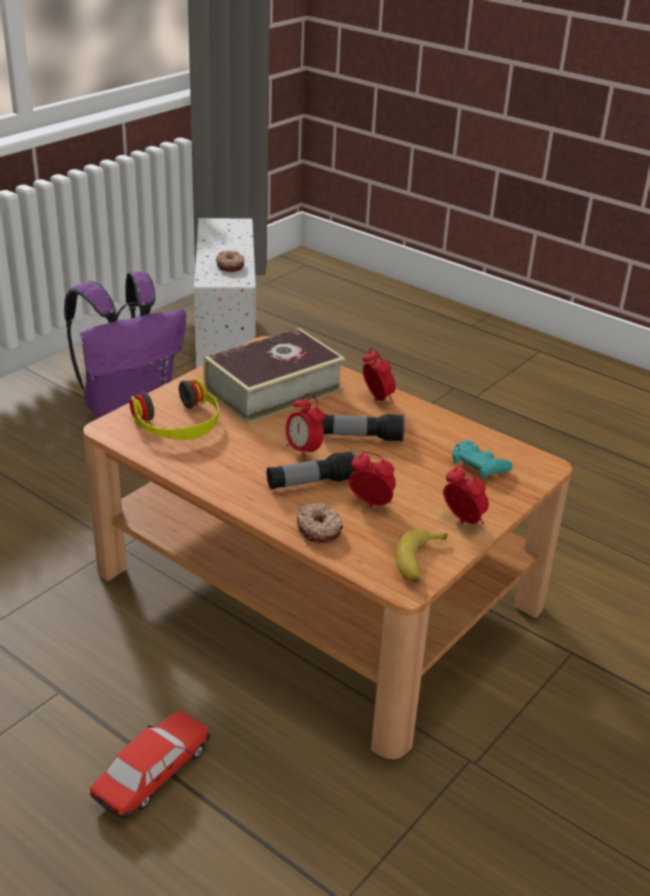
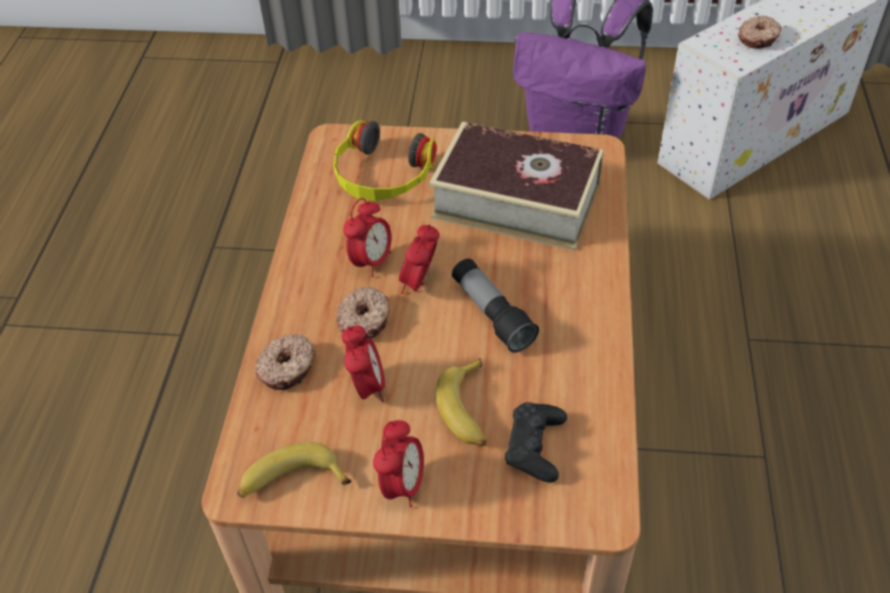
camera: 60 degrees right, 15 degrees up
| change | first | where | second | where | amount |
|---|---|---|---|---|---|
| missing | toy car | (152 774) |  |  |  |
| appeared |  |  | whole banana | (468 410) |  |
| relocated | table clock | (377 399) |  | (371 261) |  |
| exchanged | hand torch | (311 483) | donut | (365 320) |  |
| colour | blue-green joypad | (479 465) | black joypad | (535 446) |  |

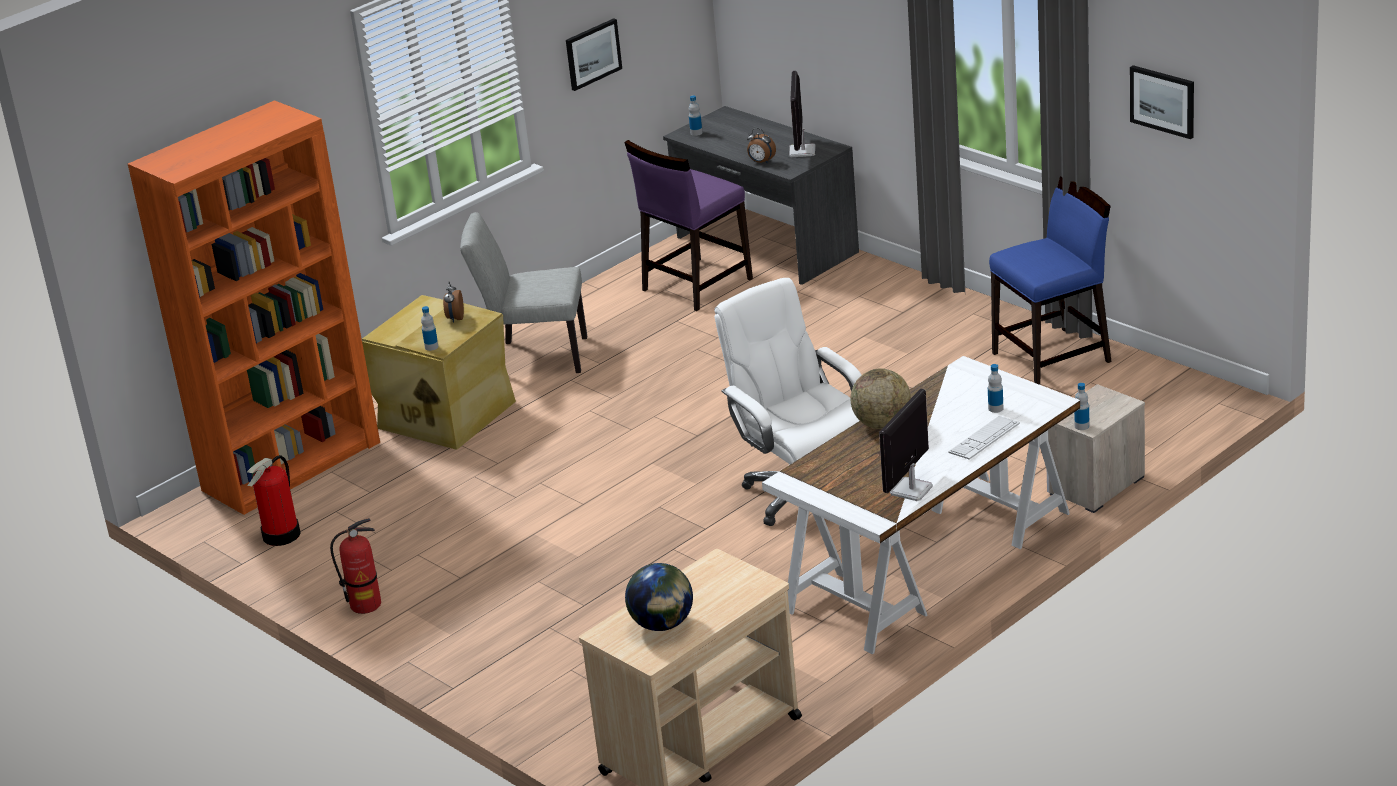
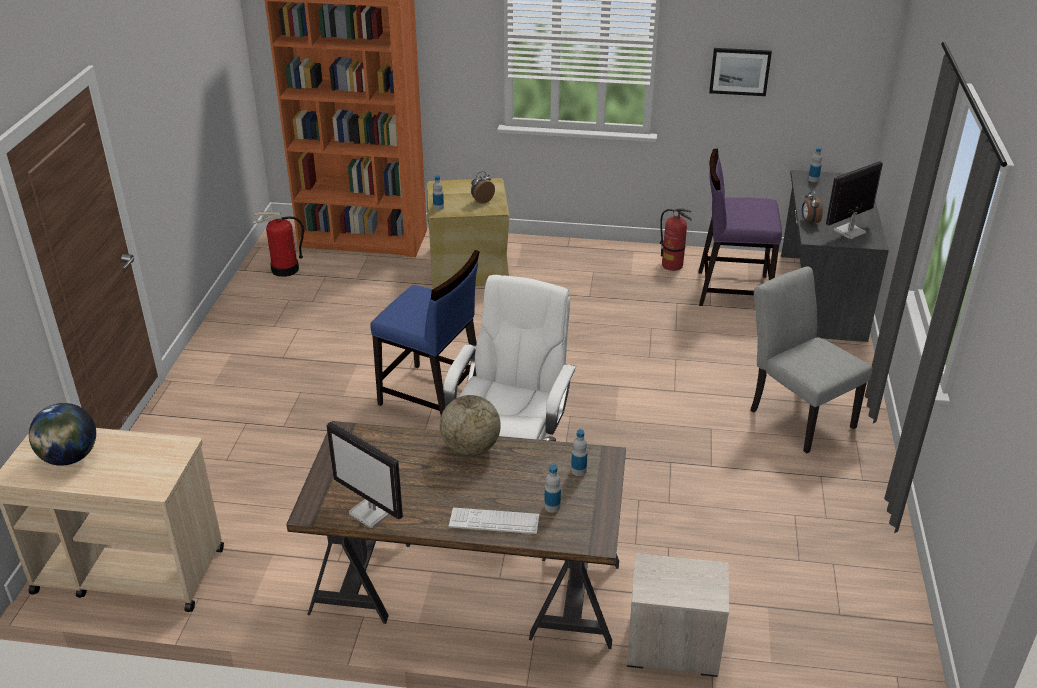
camera: 50 degrees right, 5 degrees up
| change | first | where | second | where | amount |
|---|---|---|---|---|---|
| missing | picture | (1163 101) |  |  |  |
| relocated | fire extinguisher | (366 605) |  | (672 265) |  |
| relocated | grey plain chair | (534 357) |  | (796 415) |  |
| relocated | blue-coloured plain chair | (1053 357) |  | (431 396) |  |
| relocated | beverage bottle | (1082 426) |  | (578 471) |  |
| colour | white desk | (930 562) | brown-coloured desk | (466 588) |  |
| spun | computer screen | (911 490) |  | (372 512) | 135 degrees counterclockwise |

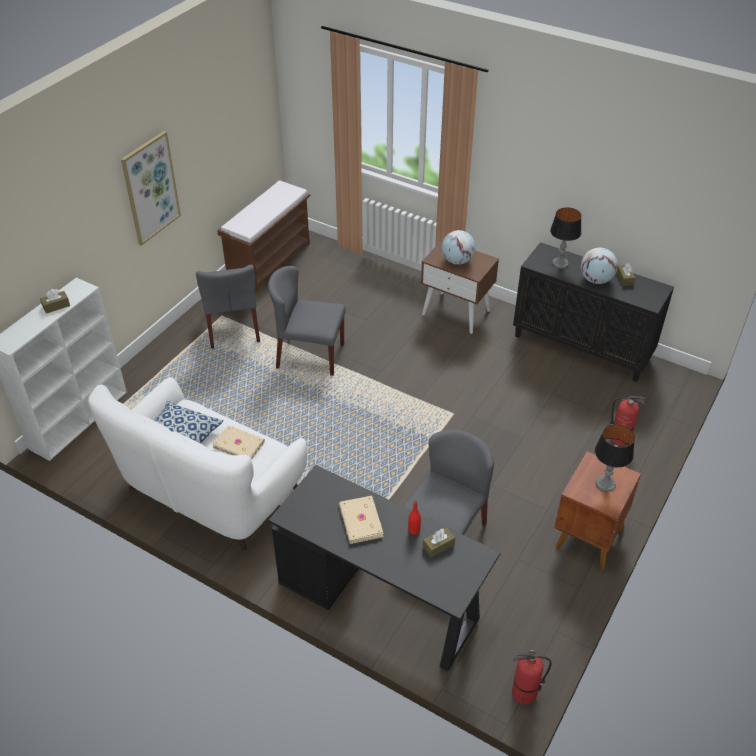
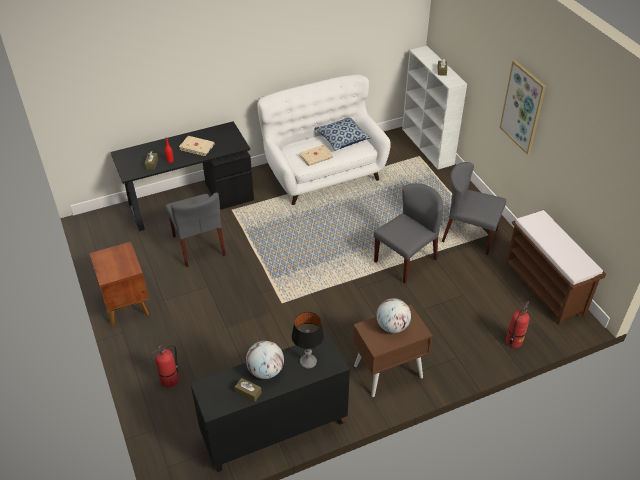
camera: 125 degrees right, 0 degrees up
| change | first | where | second | where | amount |
|---|---|---|---|---|---|
| missing | table lamp | (605 484) |  |  |  |
| relocated | fire extinguisher | (524 693) |  | (513 341) |  |

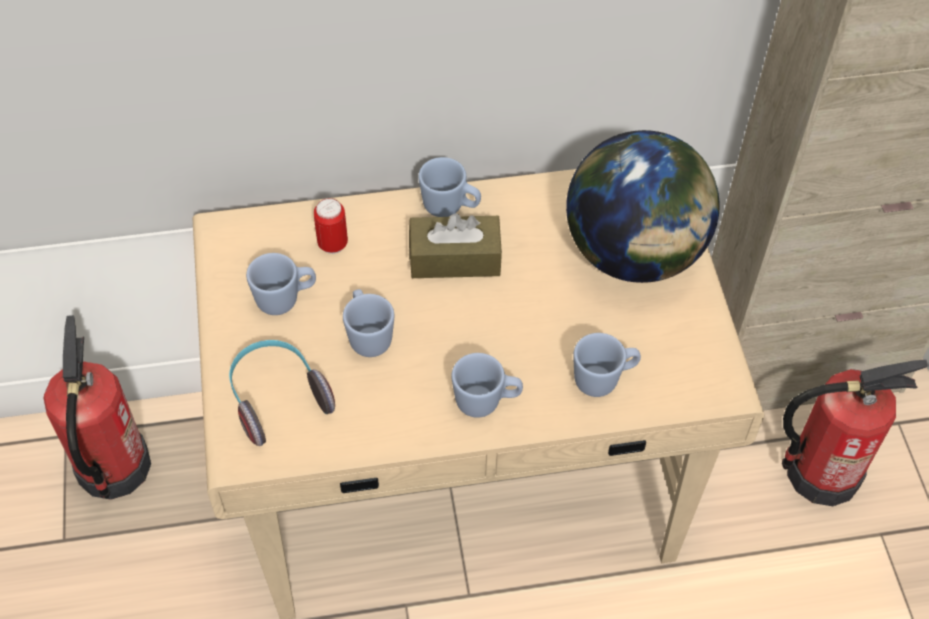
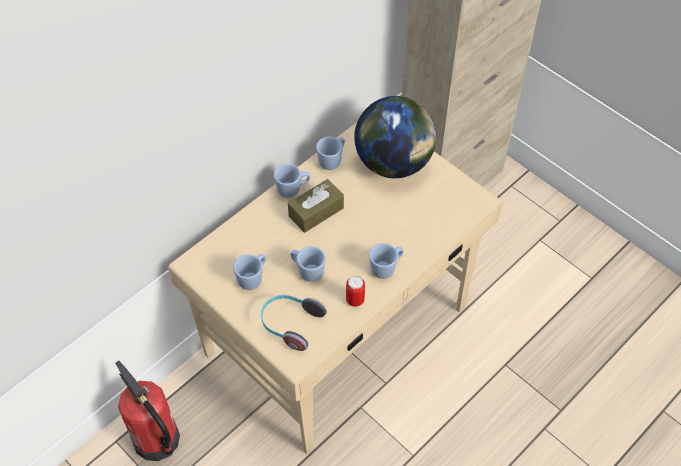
camera: 35 degrees left, 0 degrees up
| change | first | where | second | where | amount |
|---|---|---|---|---|---|
| missing | fire extinguisher | (821 472) |  |  |  |
| relocated | metal can | (333 244) |  | (355 300) |  |
| relocated | blue-coloured tea mug | (603 379) |  | (332 160) |  |

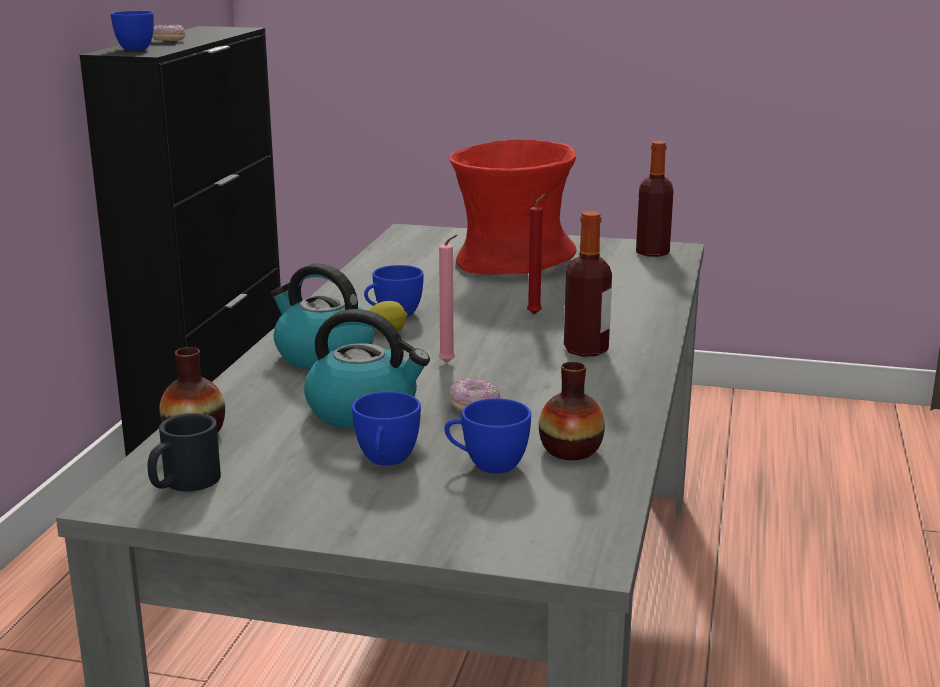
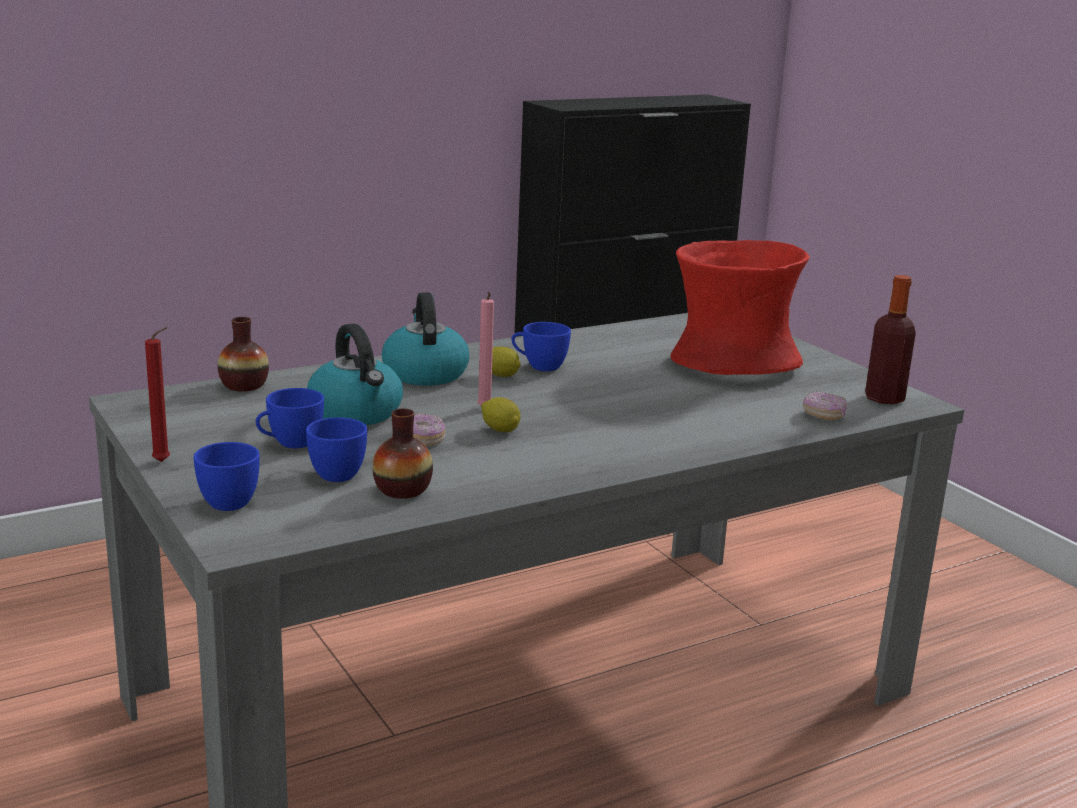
camera: 45 degrees right, 0 degrees up
| change | first | where | second | where | amount |
|---|---|---|---|---|---|
| missing | black tea mug | (183 483) |  |  |  |
| missing | beverage bottle | (586 350) |  |  |  |
| appeared |  |  | citrus fruit | (500 430) |  |
| relocated | blue-coloured small cup | (134 48) |  | (234 500) |  |
| relocated | donut | (168 41) |  | (823 415) |  |
| relocated | red-coloured candle | (536 314) |  | (164 462) |  |

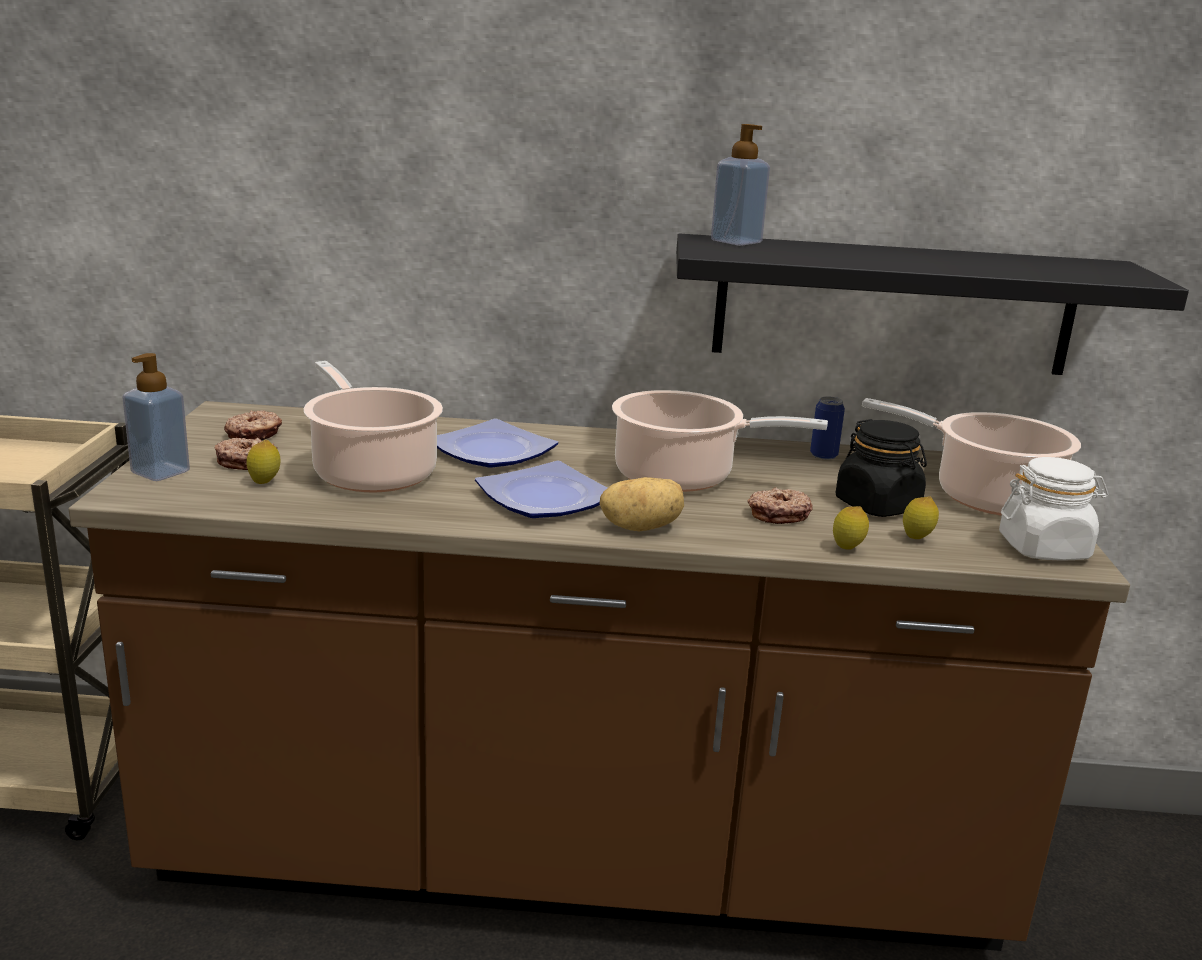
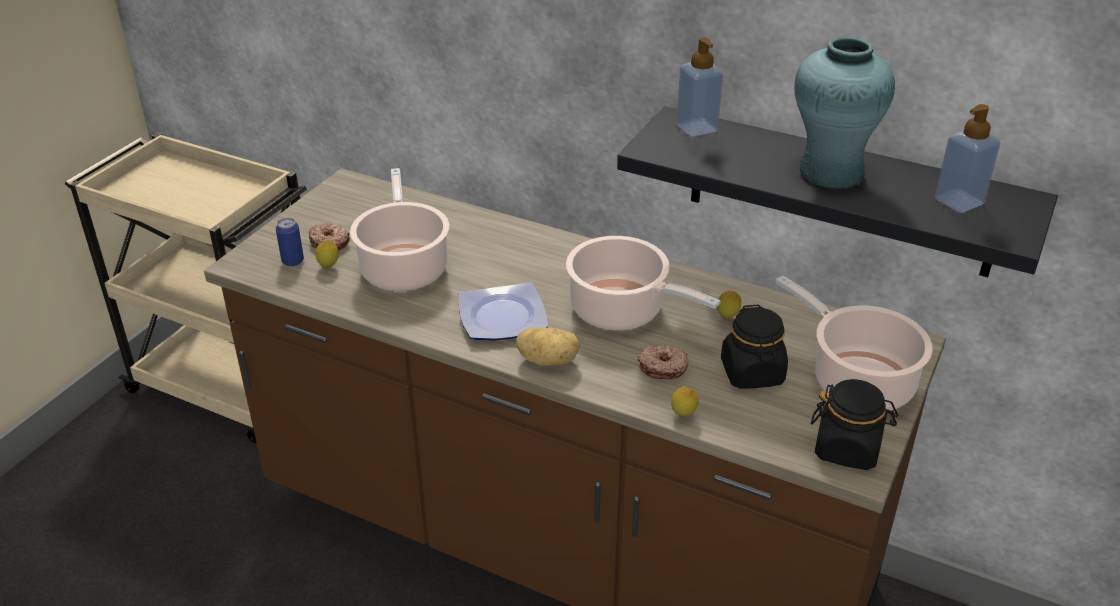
camera: 25 degrees right, 15 degrees up
| change | first | where | second | where | amount |
|---|---|---|---|---|---|
| missing | donut | (254 435) |  |  |  |
| missing | flat dish | (492 453) |  |  |  |
| appeared |  |  | blue-green flower vase | (830 173) |  |
| relocated | liquid soap bottle | (160 472) |  | (959 201) |  |
| relocated | metal can | (823 455) |  | (293 261) |  |
| relocated | citrus fruit | (916 539) |  | (727 318) |  |
| colour | white preserve jar | (1044 548) | black preserve jar | (847 449) |  |

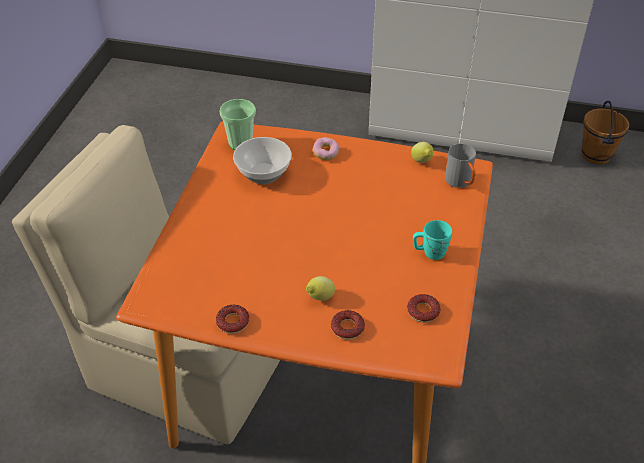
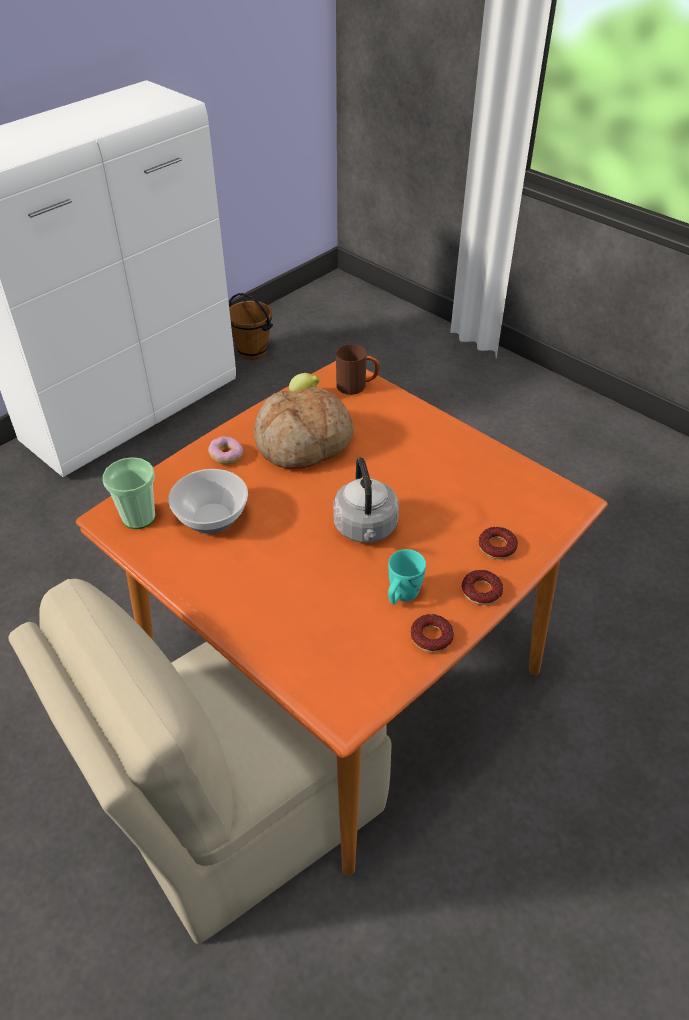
camera: 60 degrees left, 0 degrees up
| change | first | where | second | where | amount |
|---|---|---|---|---|---|
| missing | citrus fruit | (319 298) |  |  |  |
| appeared |  |  | bread | (304 443) |  |
| appeared |  |  | grey water kettle | (366 529) |  |
| relocated | donut | (423 311) |  | (481 591) |  |
| relocated | blue-green tea mug | (429 252) |  | (401 595) |  |
| colour | grey tea mug | (461 183) | brown-coloured tea mug | (357 386) |  |

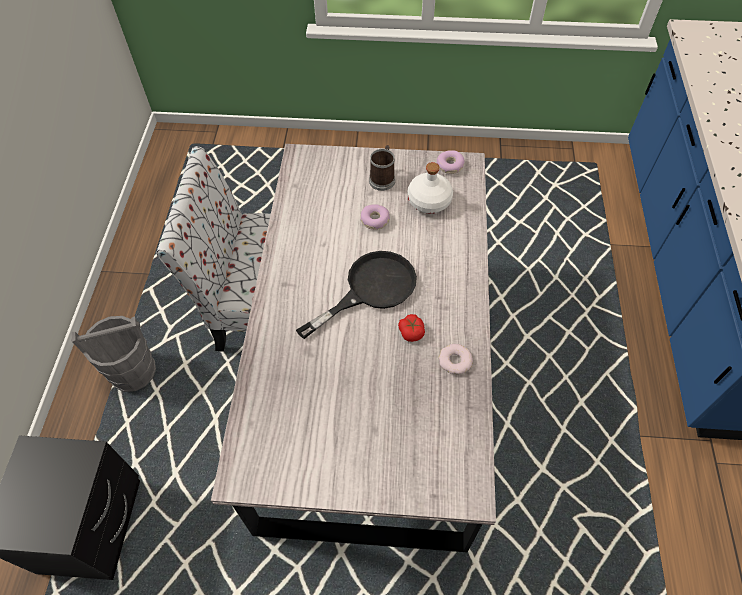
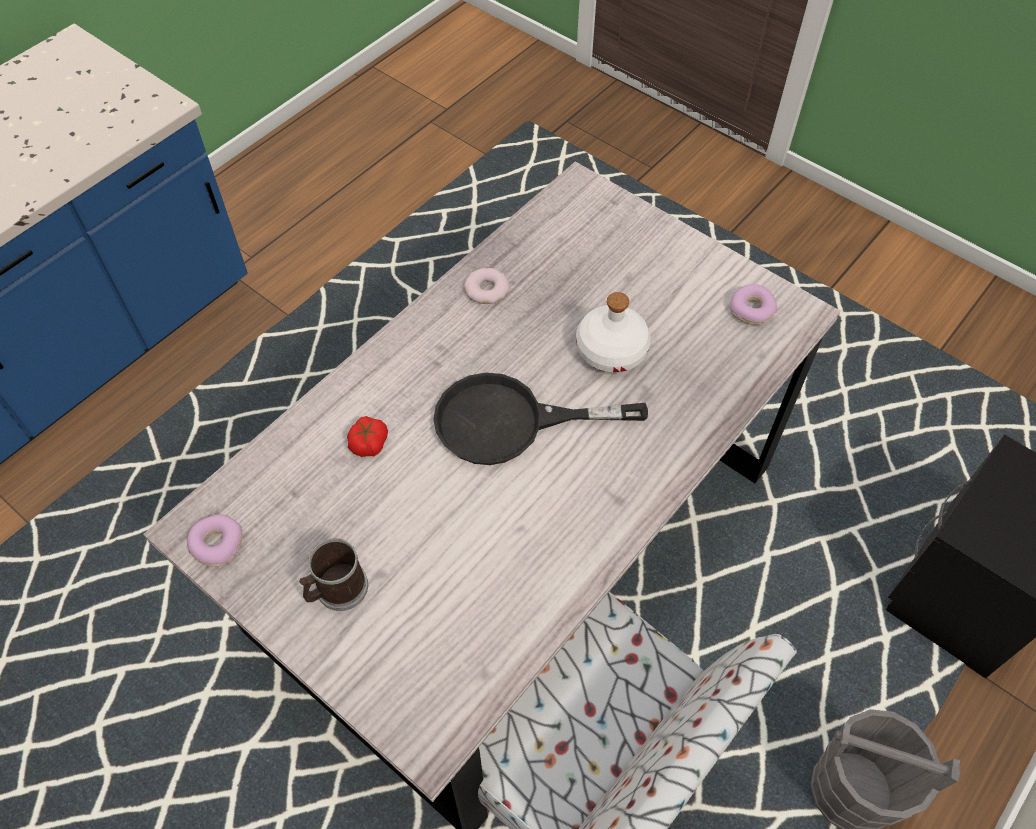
camera: 145 degrees left, 0 degrees up
| change | first | where | second | where | amount |
|---|---|---|---|---|---|
| relocated | donut | (375 220) |  | (752 310) |  |
| relocated | tomato | (411 332) |  | (368 443) |  |
| relocated | white beverage bottle | (428 201) |  | (612 351) |  |

